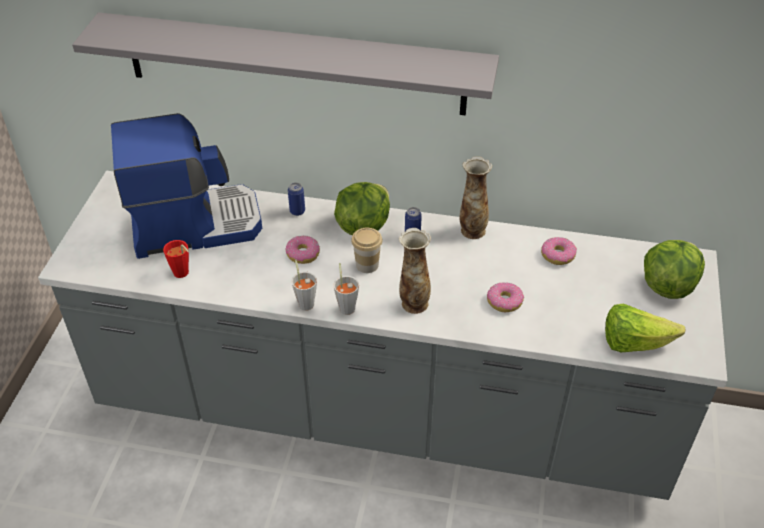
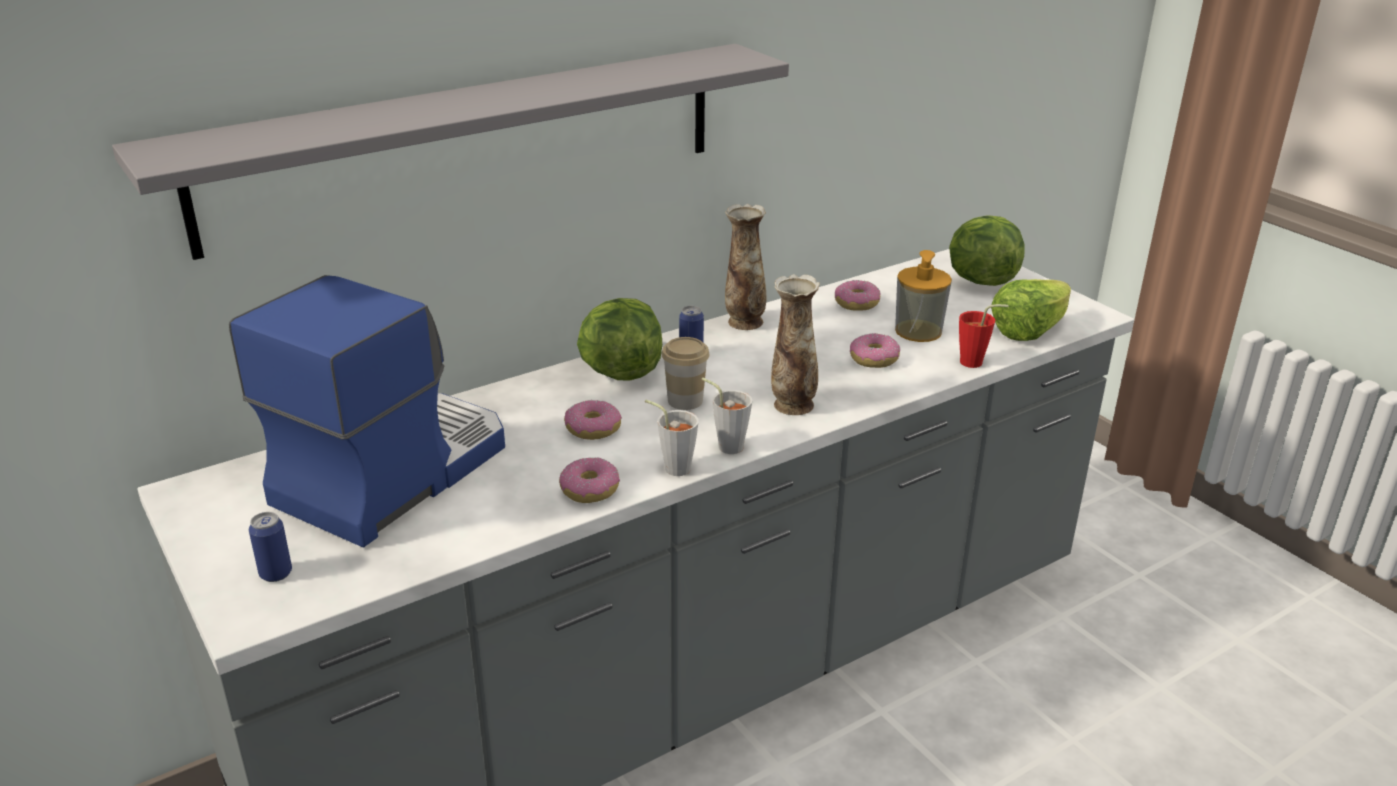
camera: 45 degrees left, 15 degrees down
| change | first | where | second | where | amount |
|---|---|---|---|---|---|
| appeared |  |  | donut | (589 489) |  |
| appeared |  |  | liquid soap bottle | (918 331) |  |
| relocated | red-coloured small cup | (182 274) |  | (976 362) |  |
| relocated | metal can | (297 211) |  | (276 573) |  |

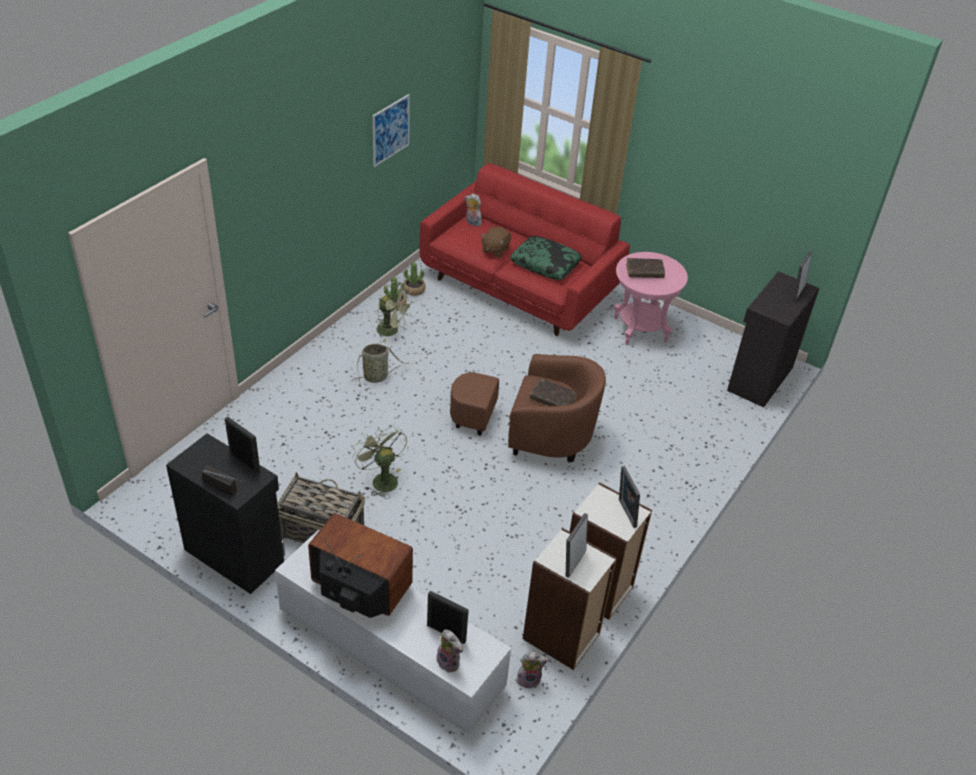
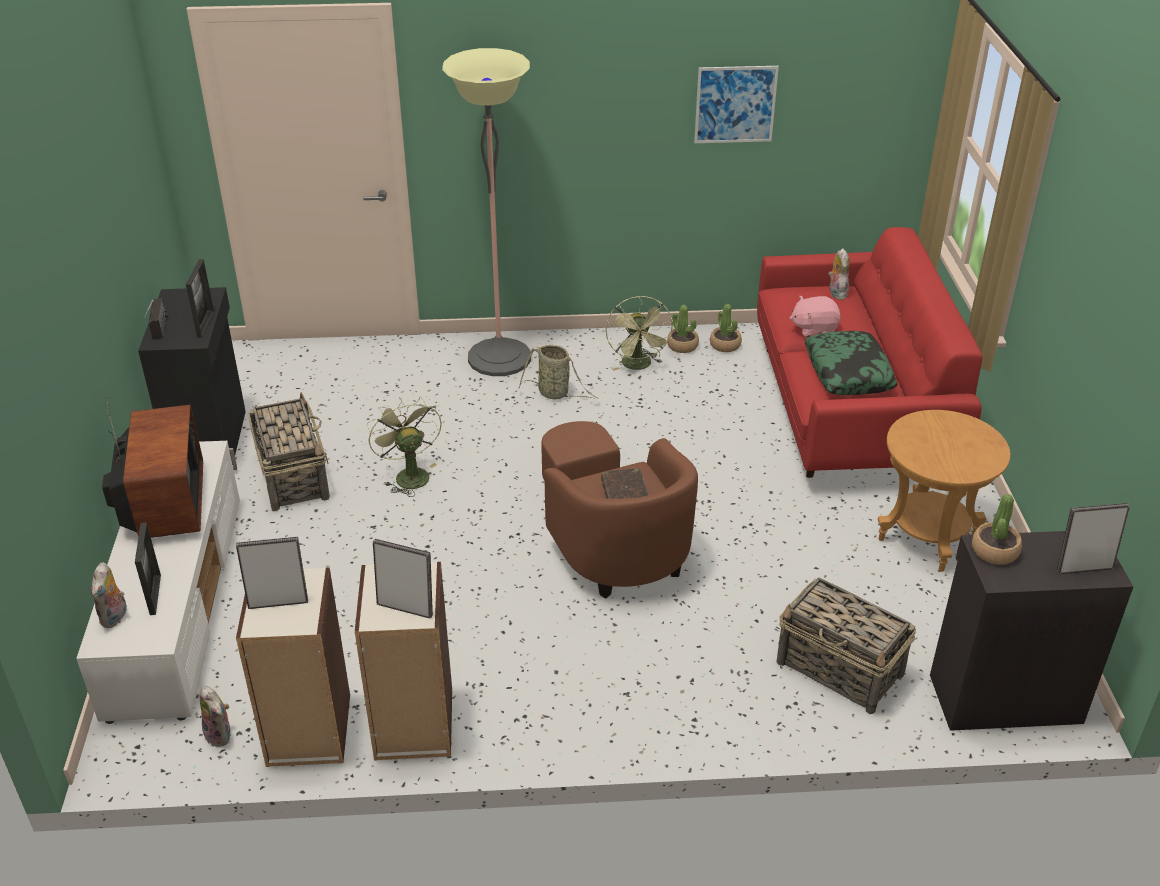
camera: 55 degrees right, 5 degrees down
| change | first | where | second | where | amount |
|---|---|---|---|---|---|
| missing | brown-coloured volume | (644 272) |  |  |  |
| appeared |  |  | standing lamp | (499 358) |  |
| appeared |  |  | basket | (840 669) |  |
| appeared |  |  | houseplant | (995 551) |  |
| colour | brown-coloured soft toy | (495 250) | pinkish soft toy | (814 329) |  |
| colour | pinkish end table | (640 329) | brown-coloured end table | (927 537) |  |
| spun | green cooling fan | (381 479) |  | (408 474) | 45 degrees counterclockwise |
| spun | standing frame | (625 513) |  | (406 607) | 75 degrees clockwise |

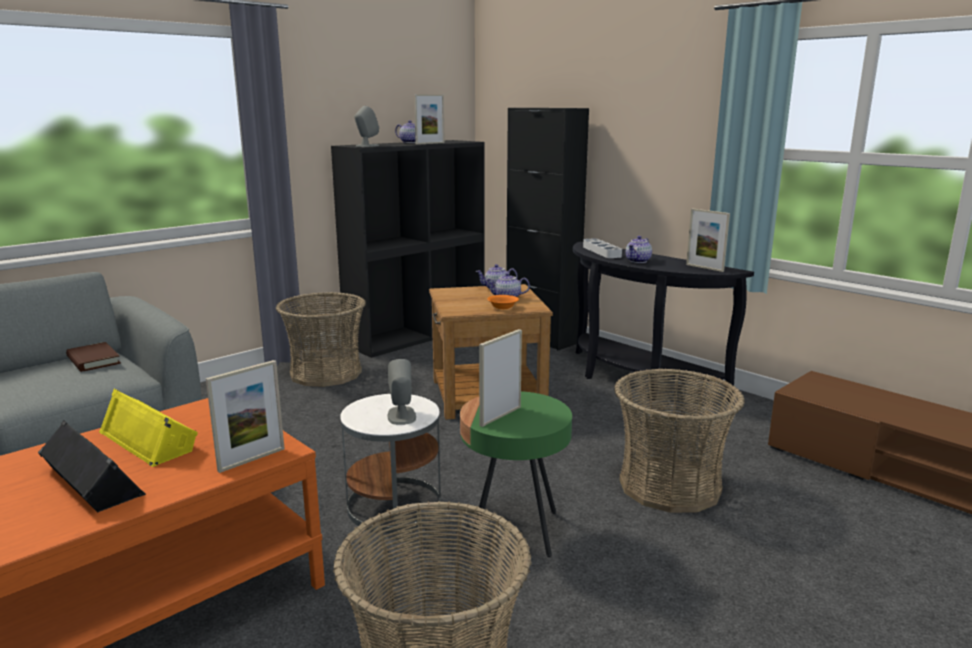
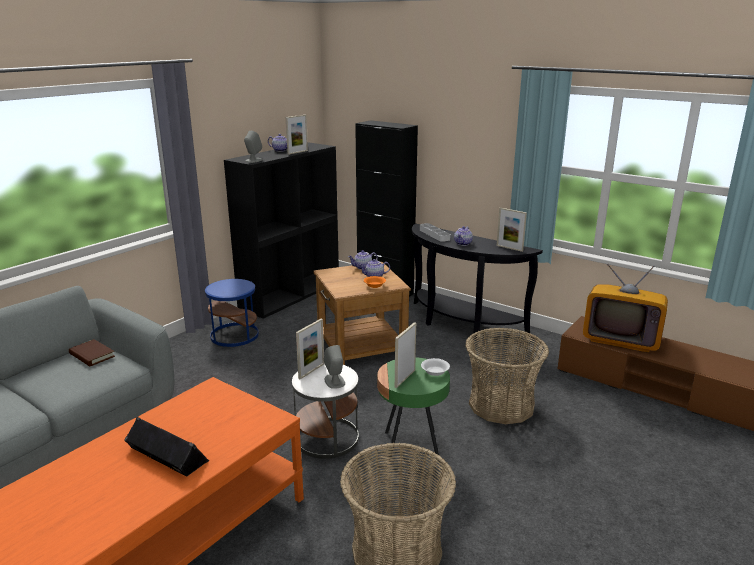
camera: 10 degrees left, 5 degrees up
| change | first | where | second | where | amount |
|---|---|---|---|---|---|
| missing | yellowish audio speaker | (150 439) |  |  |  |
| appeared |  |  | white deep dish | (434 372) |  |
| appeared |  |  | TV set | (621 338) |  |
| relocated | standing frame | (252 459) |  | (311 371) |  |
| exchanged | basket | (326 373) | blue-coloured end table | (234 335) |  |

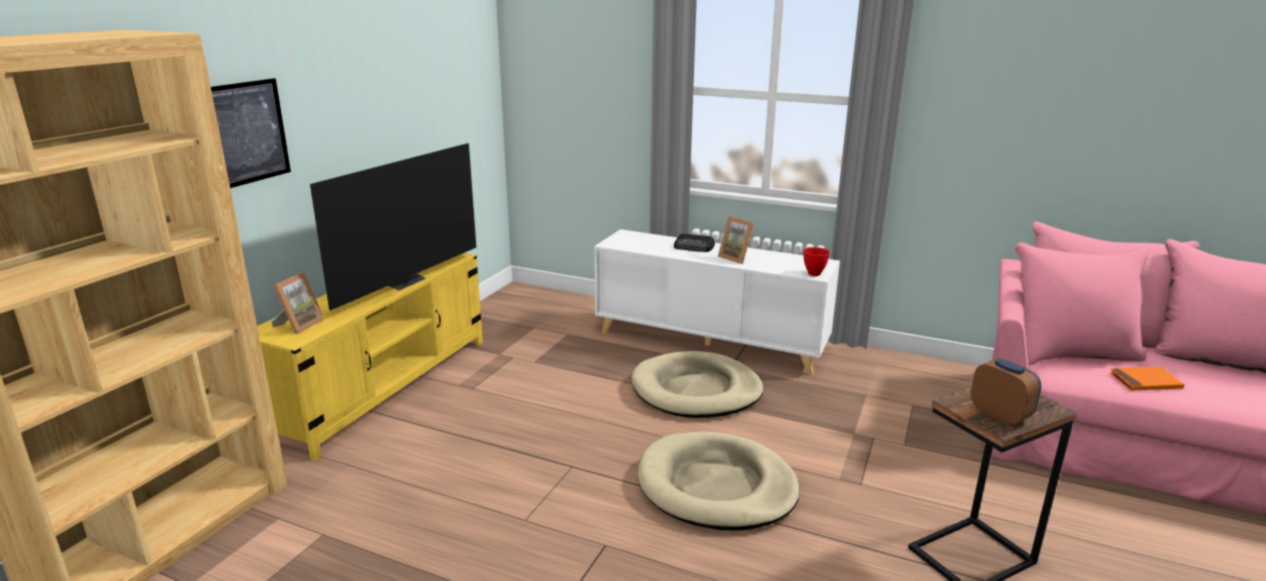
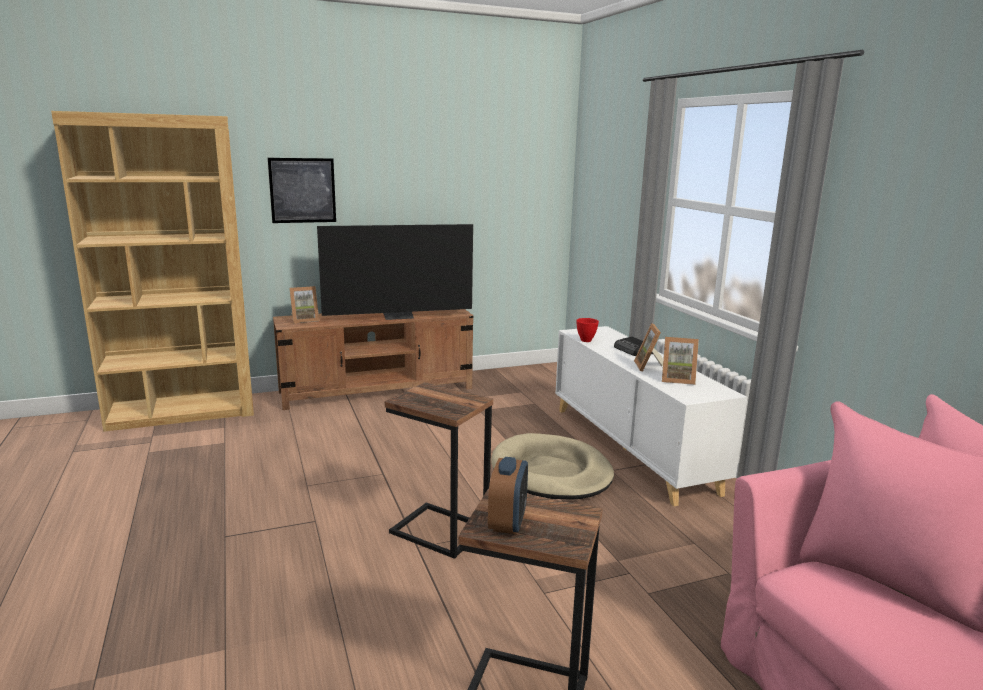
camera: 45 degrees right, 5 degrees down
| change | first | where | second | where | amount |
|---|---|---|---|---|---|
| missing | orangey volume | (1145 382) |  |  |  |
| appeared |  |  | standing frame | (677 379) |  |
| relocated | red-coloured deep dish | (813 274) |  | (585 340) |  |
| exchanged | sand-coloured dog bed | (716 486) | end table | (439 531) |  |
| colour | yellowish media console | (385 386) | brown-coloured media console | (377 390) |  |

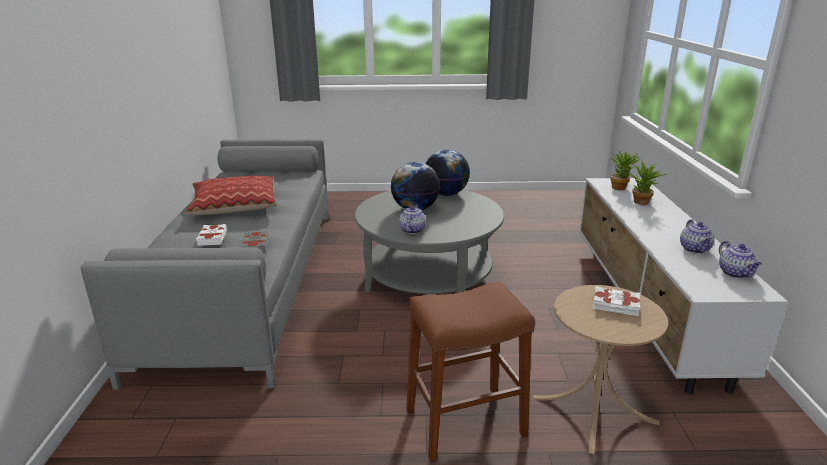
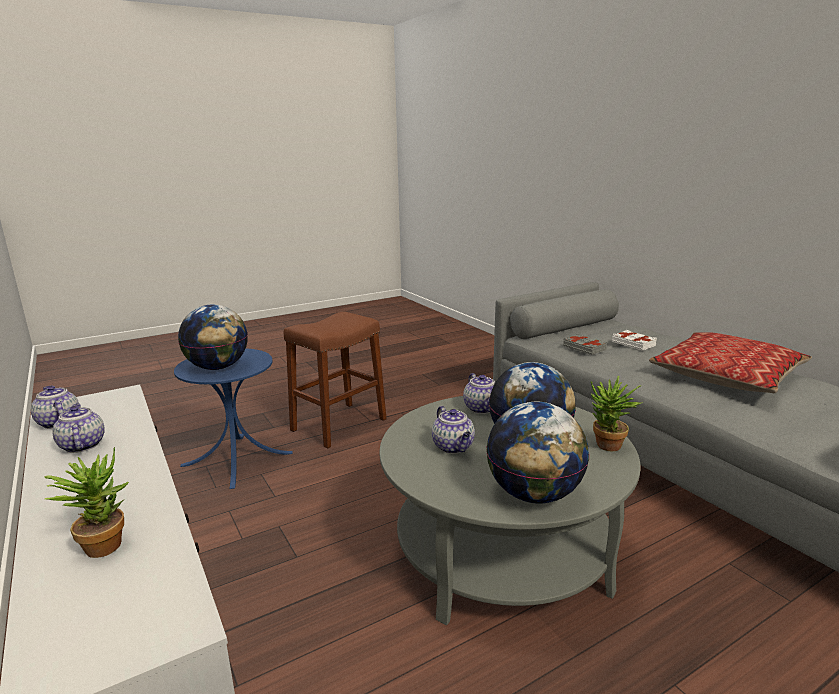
camera: 150 degrees right, 5 degrees down
| change | first | where | second | where | amount |
|---|---|---|---|---|---|
| appeared |  |  | teapot | (454 447) |  |
| relocated | houseplant | (620 187) |  | (607 448) |  |
| exchanged | white volume | (615 305) | globe | (217 367) |  |
| colour | sand-coloured end table | (594 410) | blue-coloured end table | (237 459) |  |

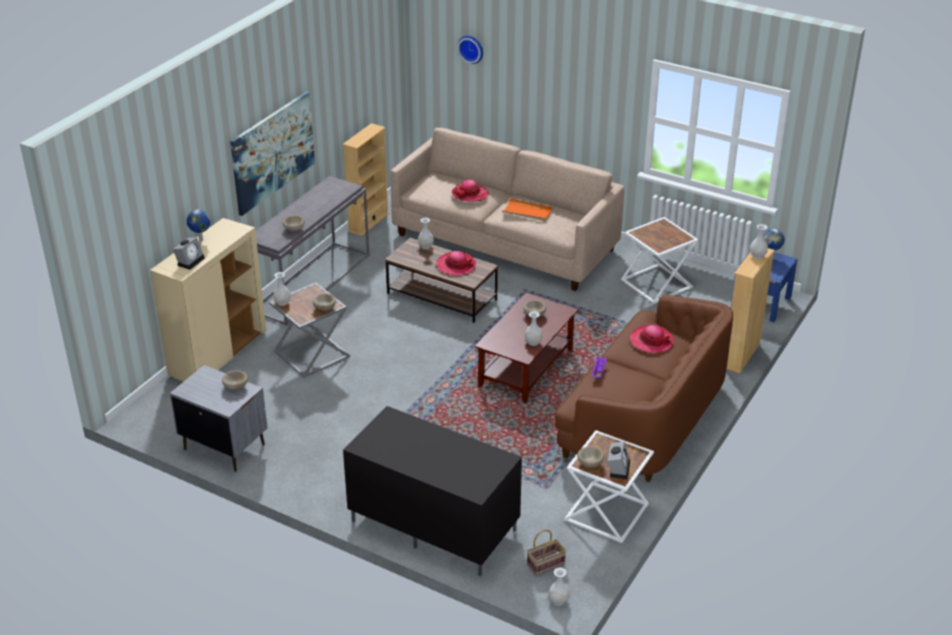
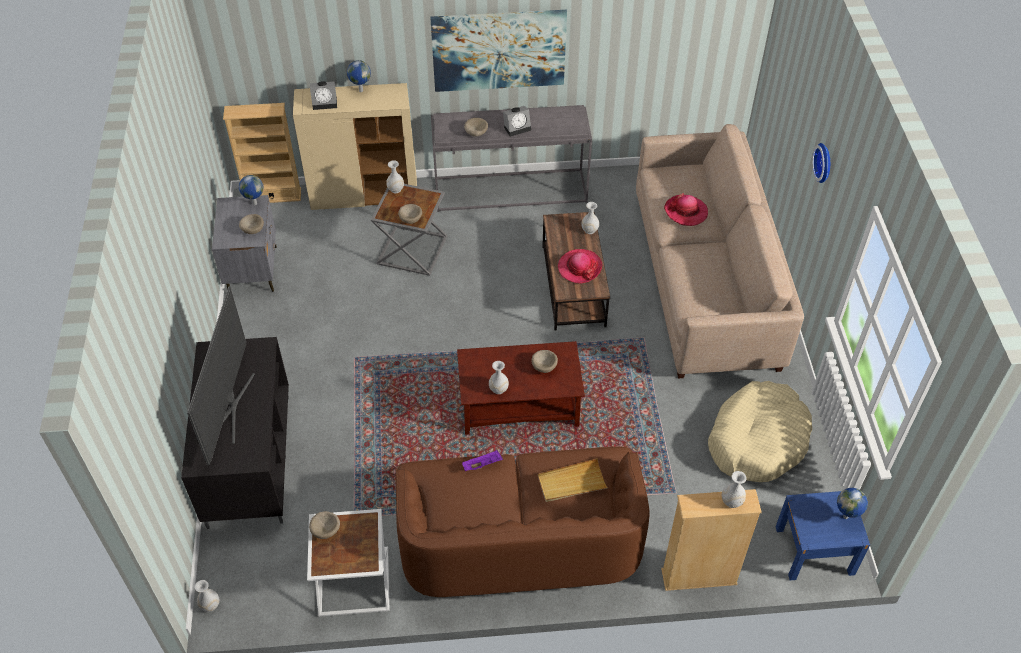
camera: 55 degrees right, 15 degrees up
| change | first | where | second | where | amount |
|---|---|---|---|---|---|
| missing | orangey tray | (527 212) |  |  |  |
| missing | basket | (545 565) |  |  |  |
| appeared |  |  | TV set | (230 406) |  |
| appeared |  |  | globe | (254 203) |  |
| relocated | sand-coloured bookshelf | (368 222) |  | (273 196) |  |
| relocated | wall clock | (471 48) |  | (824 162) |  |
| relocated | table clock | (618 468) |  | (517 127) |  |
| exchanged | white end table | (658 284) | sand-coloured dog bed | (757 440) |  |
| exchanged | wearable hat | (651 341) | sand-coloured tray | (571 482) |  |

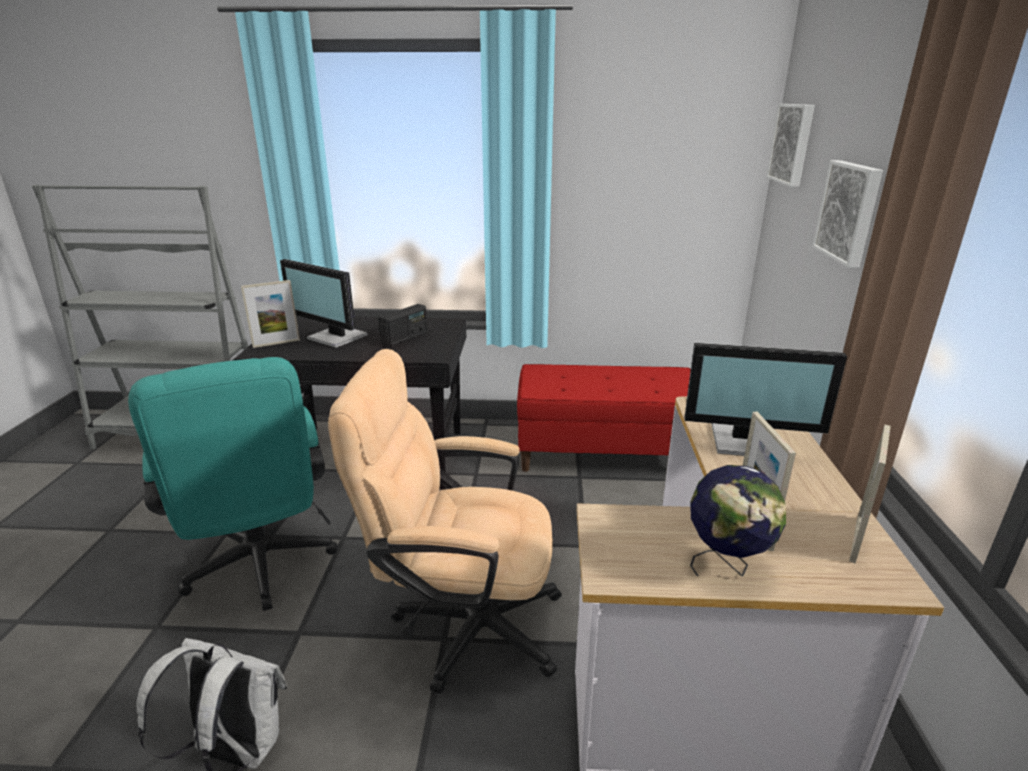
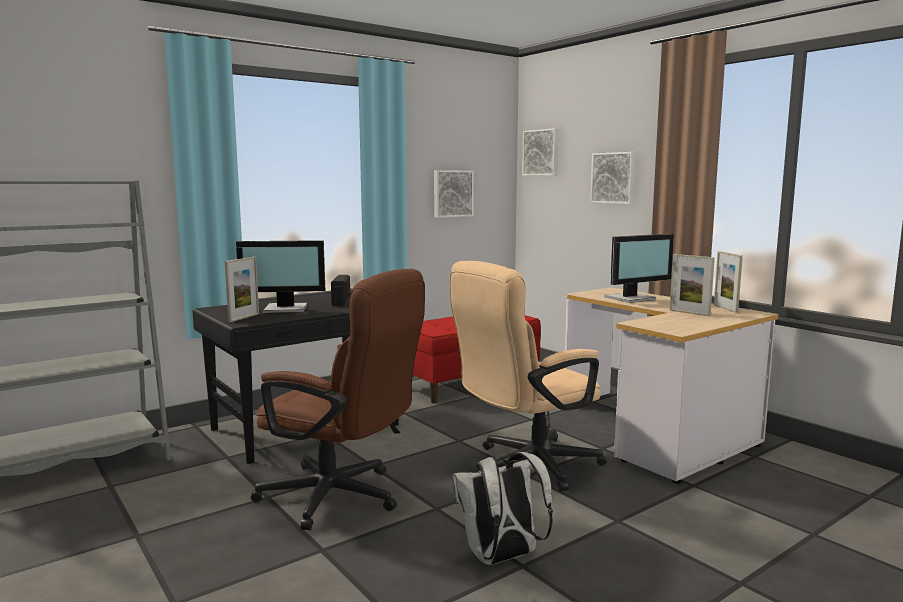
camera: 40 degrees left, 15 degrees down
| change | first | where | second | where | amount |
|---|---|---|---|---|---|
| missing | globe | (727 565) |  |  |  |
| appeared |  |  | picture | (452 193) |  |
| colour | blue-green desk chair | (261 568) | brown-coloured desk chair | (341 498) |  |

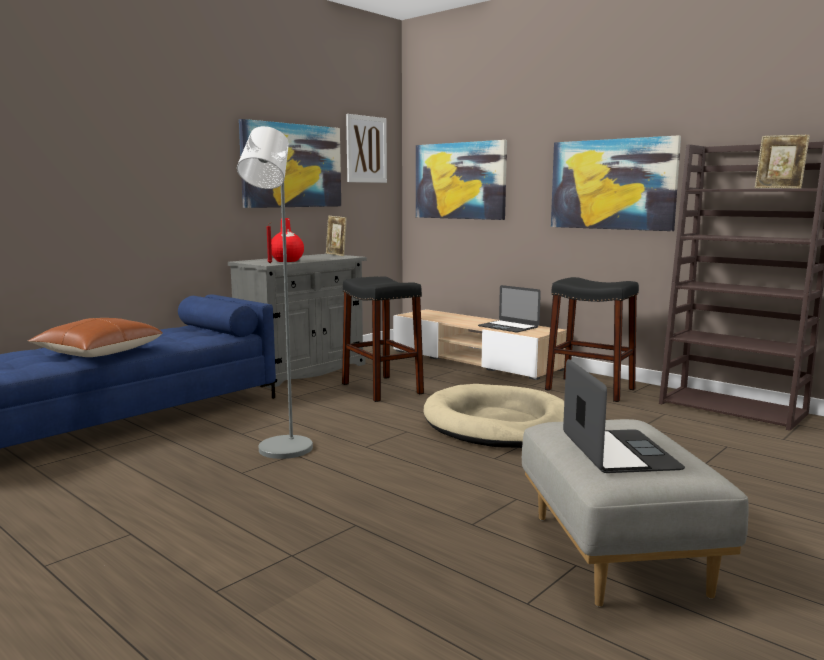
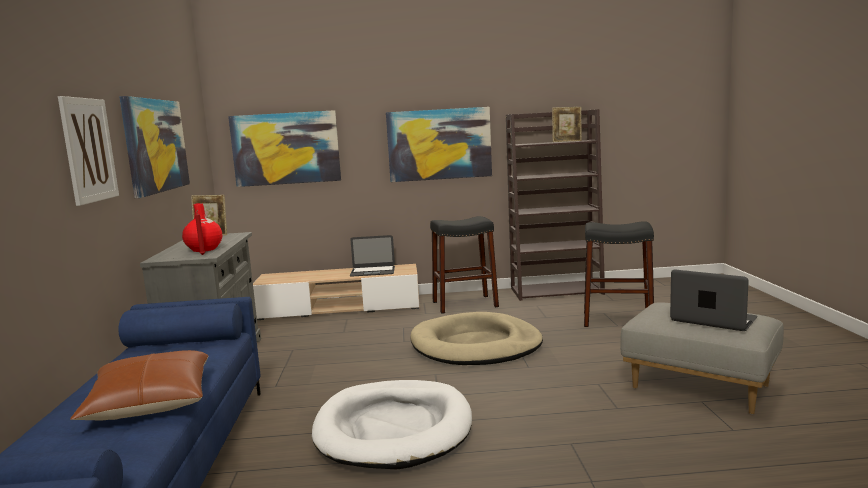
camera: 45 degrees left, 0 degrees up
| change | first | where | second | where | amount |
|---|---|---|---|---|---|
| relocated | black stool | (381 388) |  | (617 320) |  |
| relocated | picture | (366 149) |  | (89 150) |  |
| exchanged | grey standing lamp | (281 452) | white dog bed | (394 428) |  |

